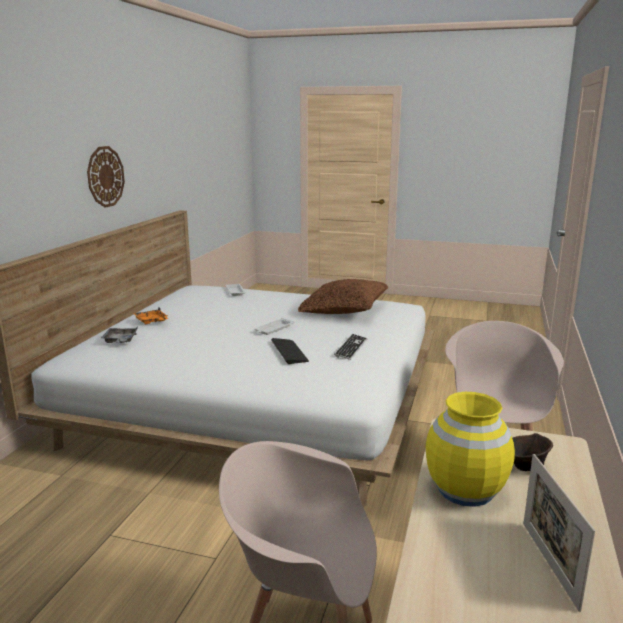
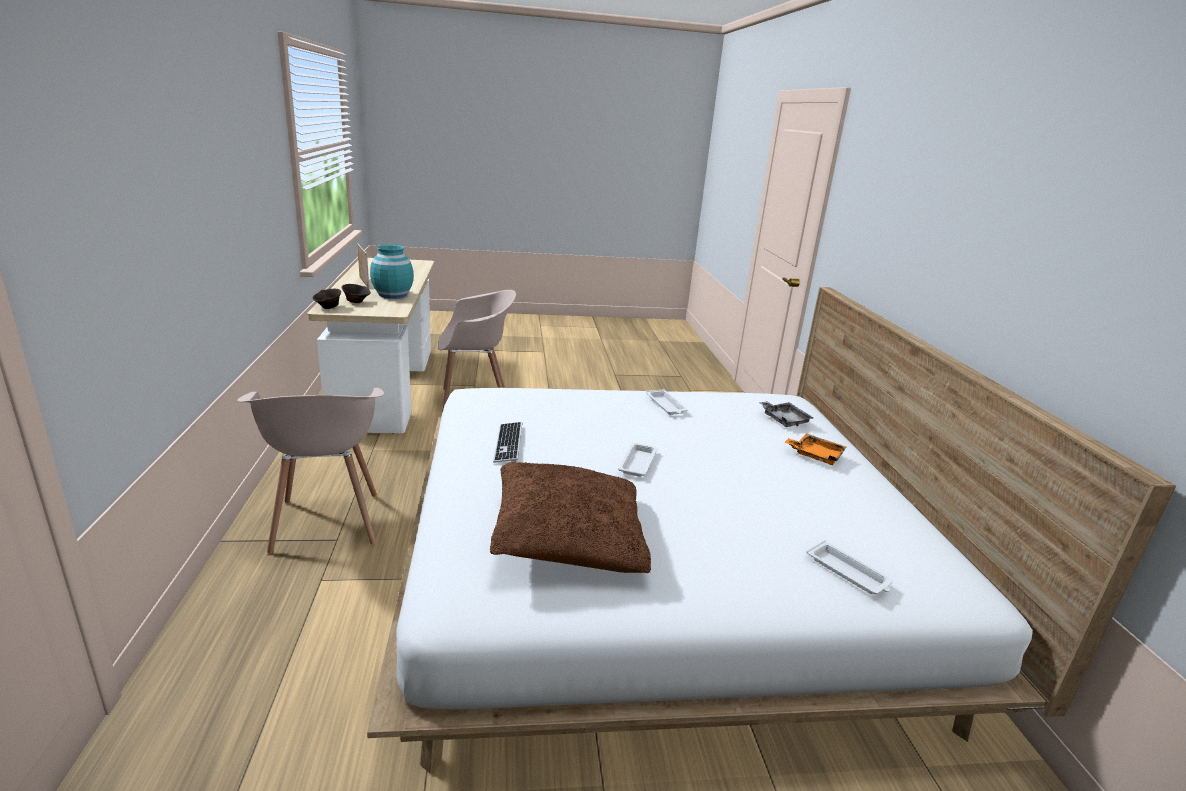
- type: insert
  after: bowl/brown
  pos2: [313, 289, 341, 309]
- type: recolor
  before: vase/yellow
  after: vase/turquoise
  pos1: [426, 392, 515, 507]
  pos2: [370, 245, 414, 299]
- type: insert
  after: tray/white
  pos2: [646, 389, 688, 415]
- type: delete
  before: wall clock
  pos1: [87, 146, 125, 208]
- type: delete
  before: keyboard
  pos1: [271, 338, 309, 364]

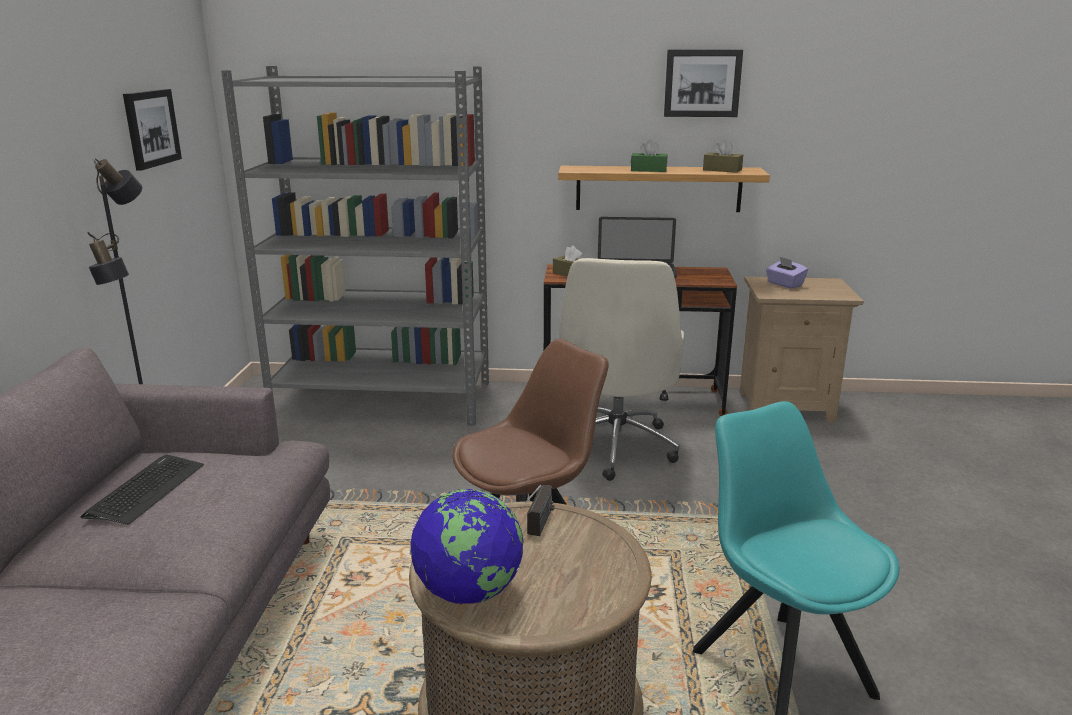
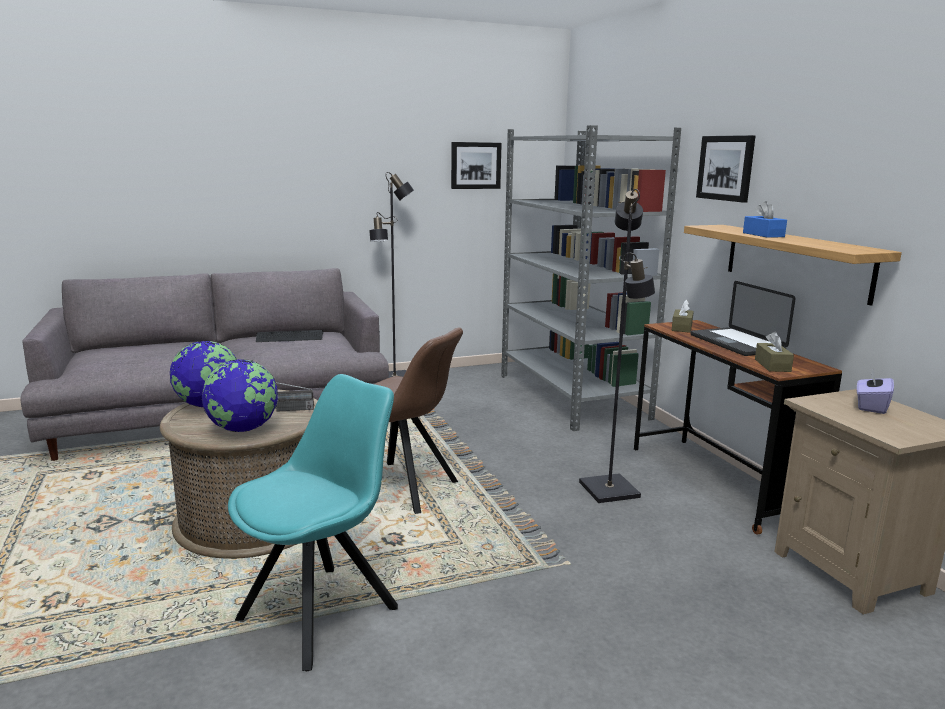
- type: insert
  after: globe
  pos2: [202, 359, 278, 432]
- type: replace
  before: office chair/beige
  after: floor lamp/black
  pos1: [559, 258, 685, 481]
  pos2: [579, 189, 655, 503]
- type: move
  before: picture
  pos1: [664, 49, 743, 117]
  pos2: [696, 135, 756, 203]
- type: recolor
  before: tissue box/green
  after: tissue box/blue
  pos1: [631, 139, 667, 172]
  pos2: [743, 201, 787, 238]
- type: move
  before: tissue box/brown
  pos1: [703, 139, 743, 173]
  pos2: [755, 332, 794, 372]

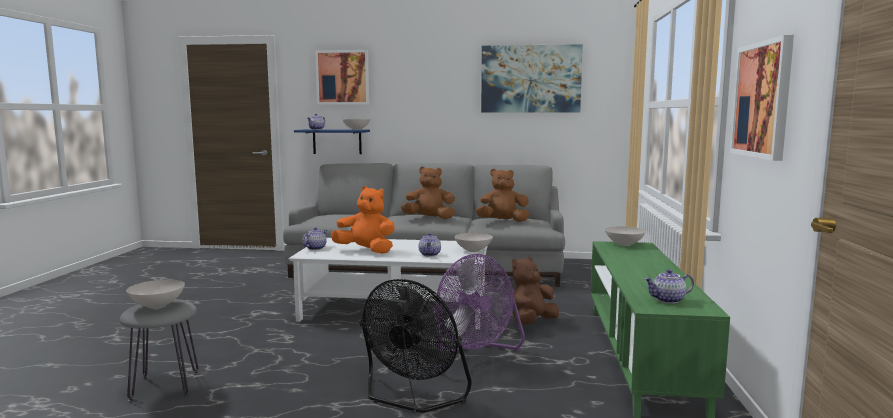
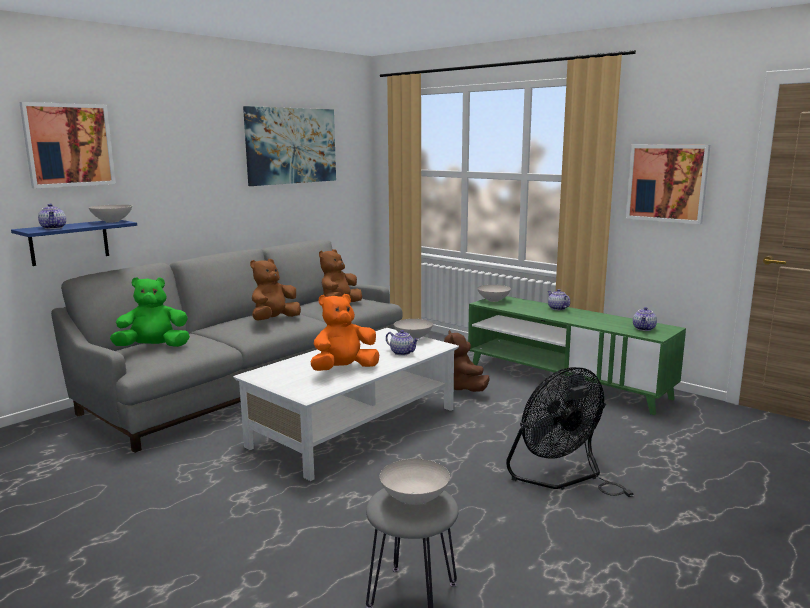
- type: insert
  after: plush toy/green
  pos2: [110, 277, 190, 347]
- type: move
  before: teapot
  pos1: [302, 227, 327, 250]
  pos2: [548, 289, 570, 310]
- type: delete
  before: fan/purple
  pos1: [431, 254, 525, 374]

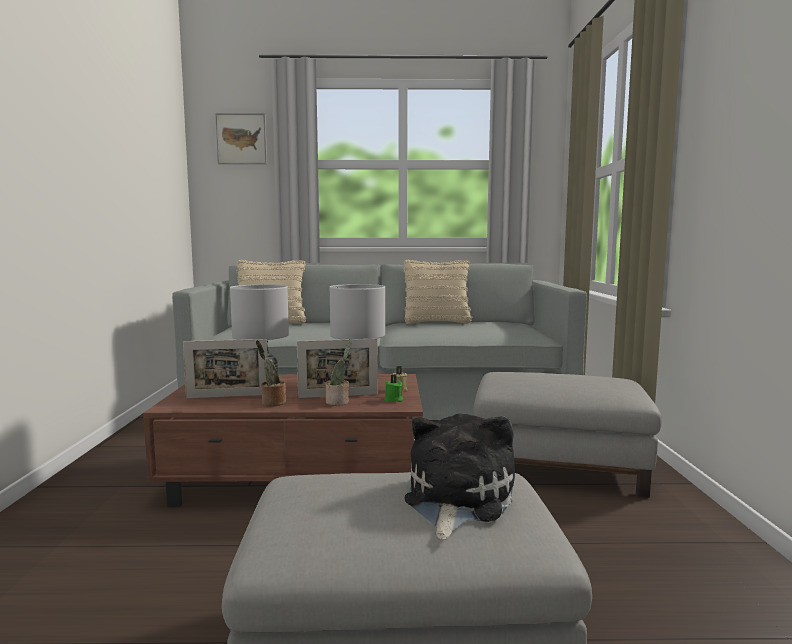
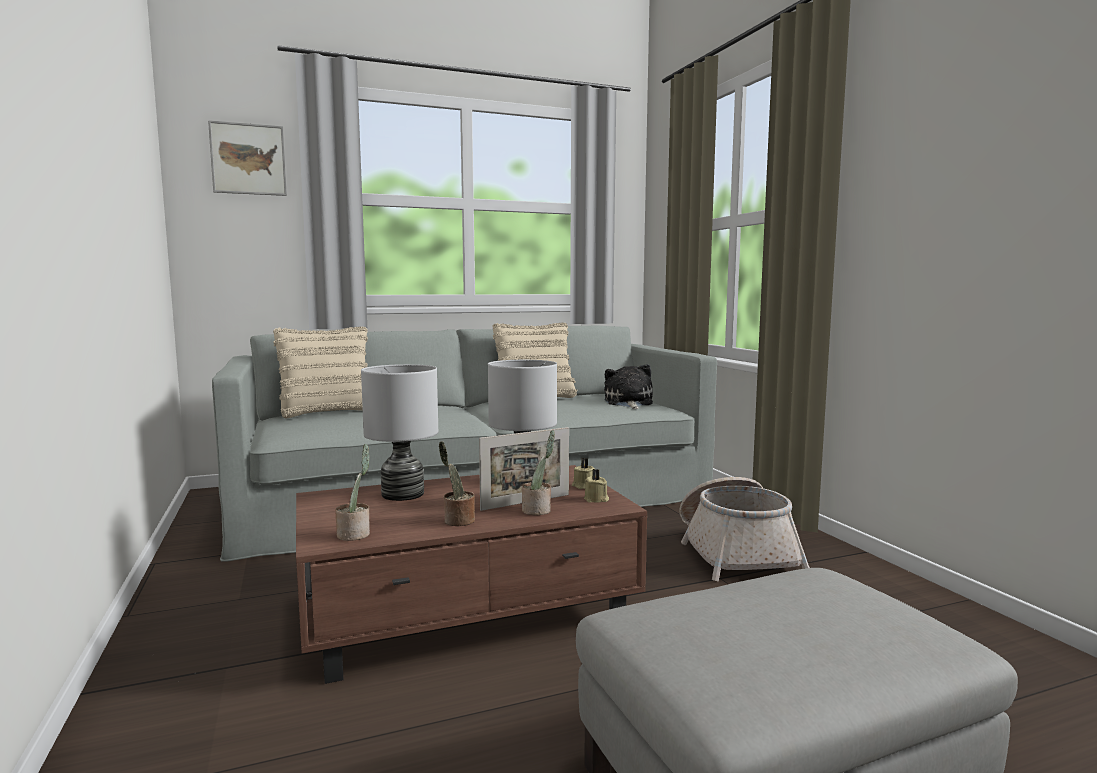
- type: insert
  after: potted plant
  pos2: [335, 444, 370, 541]
- type: recolor
  before: candle/green
  after: candle/beige
  pos1: [385, 374, 403, 402]
  pos2: [584, 469, 609, 503]
- type: move
  before: plush toy
  pos1: [404, 414, 515, 540]
  pos2: [604, 364, 653, 409]
- type: replace
  before: ottoman/grey
  after: basket
  pos1: [473, 372, 662, 498]
  pos2: [679, 477, 810, 581]
- type: delete
  before: picture frame
  pos1: [183, 339, 267, 398]

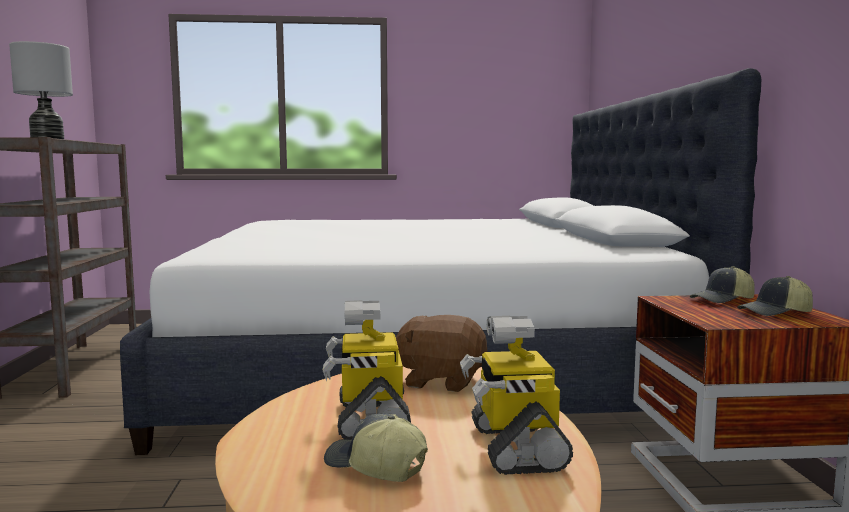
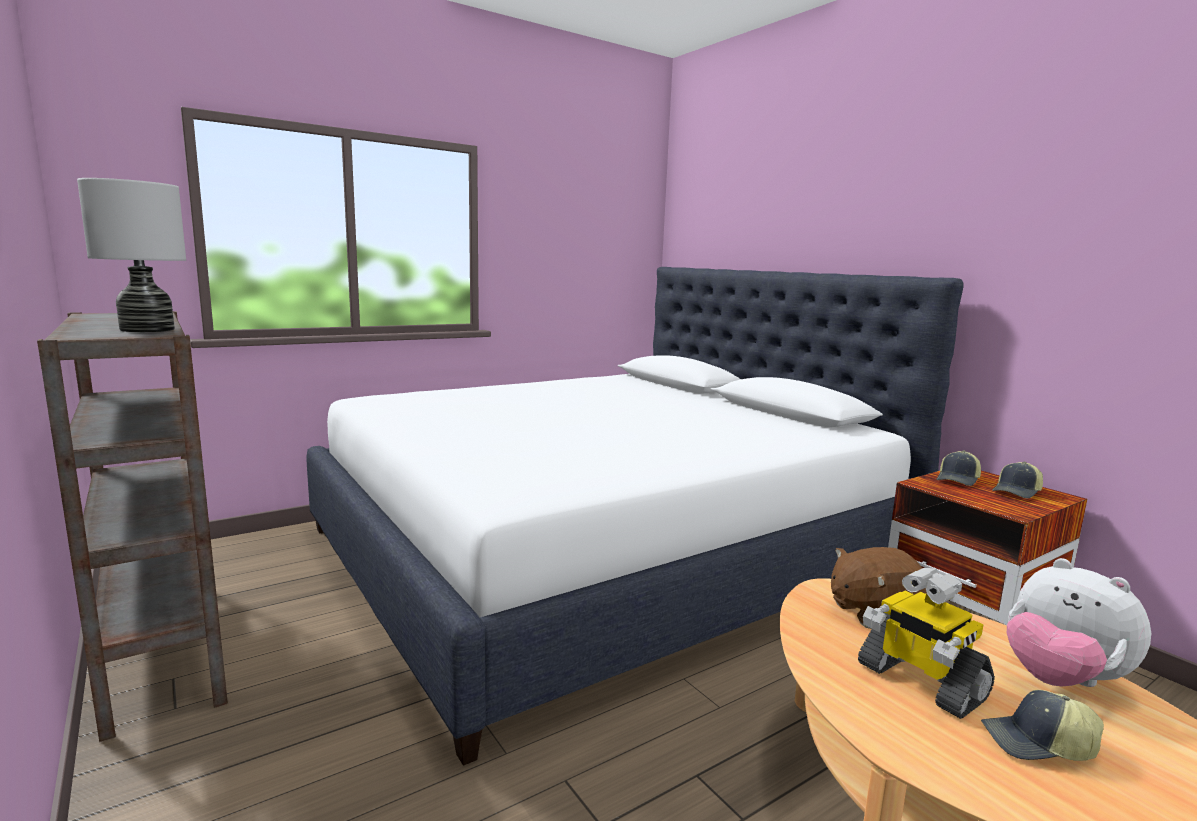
- type: replace
  before: toy robot
  after: plush toy
  pos1: [460, 316, 573, 475]
  pos2: [1007, 558, 1151, 687]

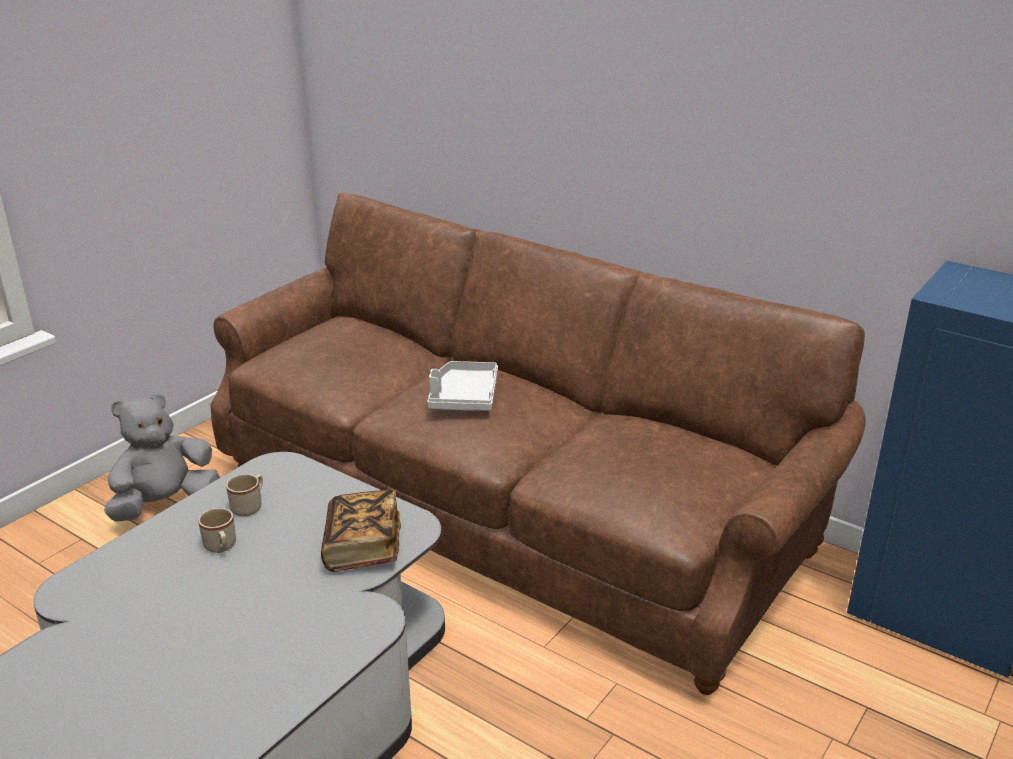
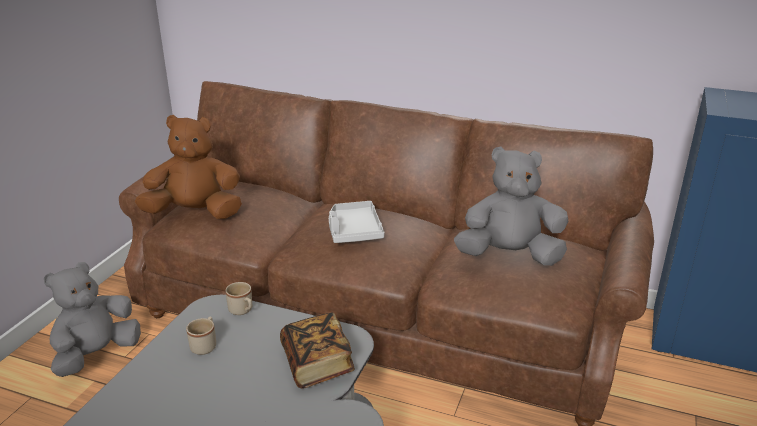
- type: insert
  after: plush toy/brown
  pos2: [135, 115, 242, 219]
- type: move
  before: mug/beige
  pos1: [198, 508, 236, 553]
  pos2: [225, 282, 252, 315]
- type: insert
  after: plush toy/grey
  pos2: [454, 147, 568, 266]

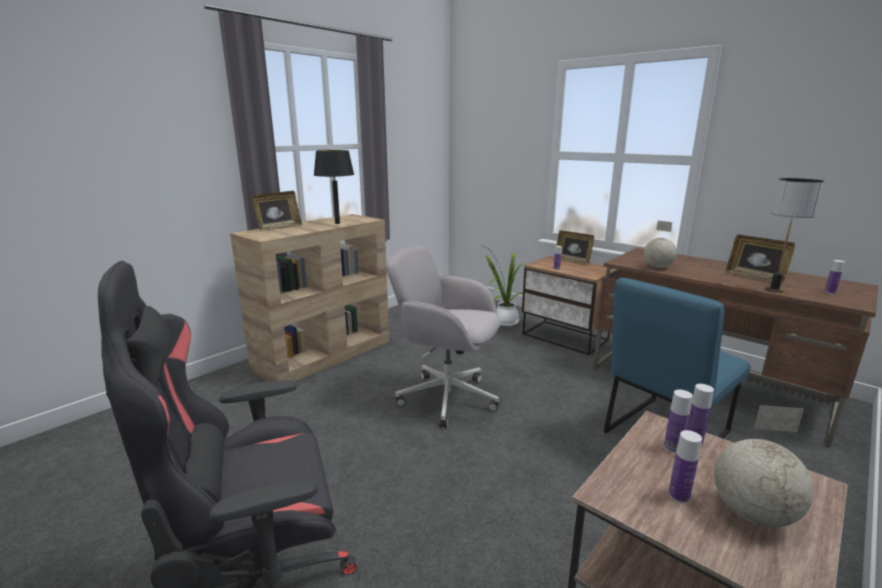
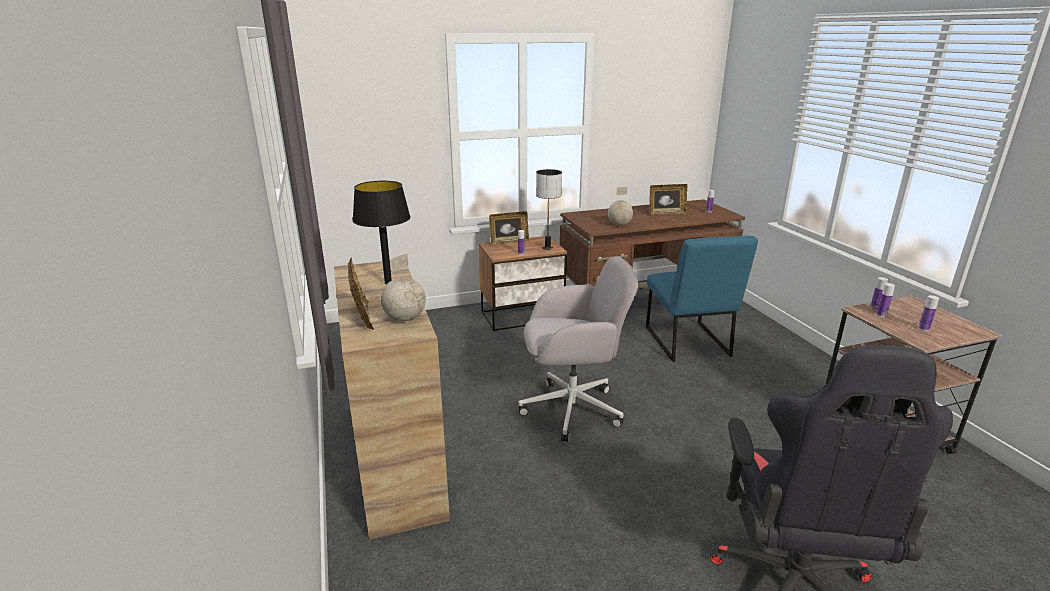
- type: move
  before: globe
  pos1: [714, 405, 814, 528]
  pos2: [381, 253, 426, 321]
- type: rotate
  before: office chair/grey
  pos1: [386, 245, 501, 428]
  pos2: [519, 256, 638, 442]
  turn: -150
- type: move
  before: table lamp
  pos1: [765, 178, 824, 293]
  pos2: [536, 169, 562, 250]
- type: delete
  before: potted plant
  pos1: [479, 245, 528, 326]

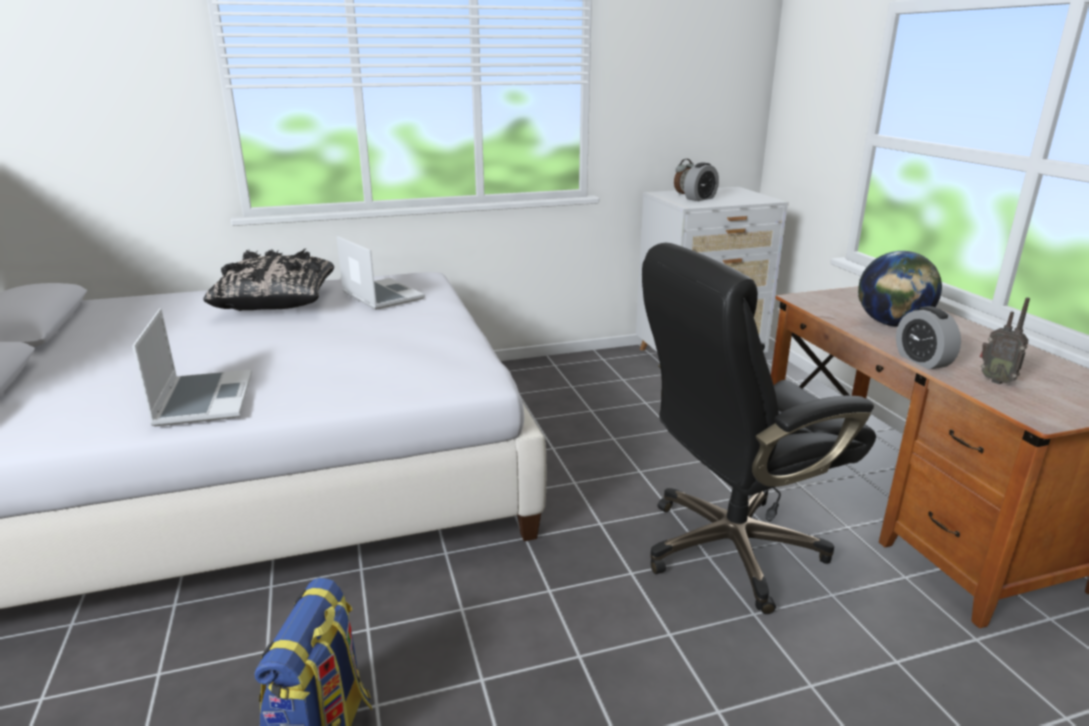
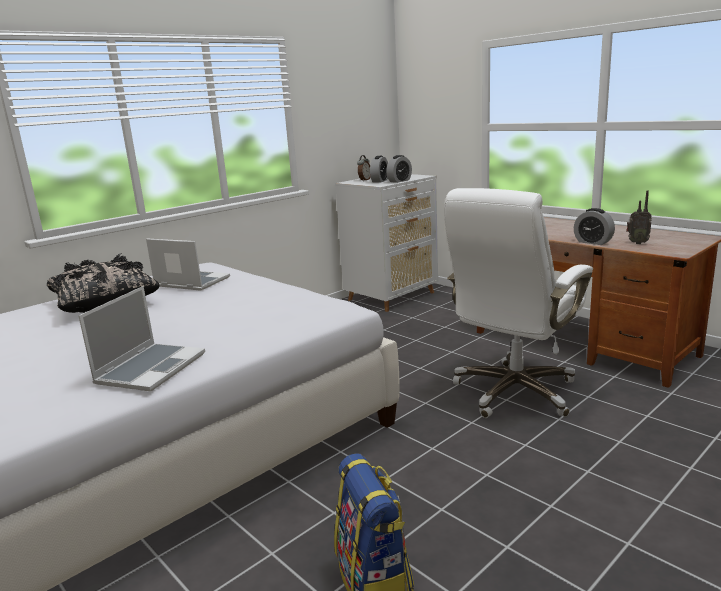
- type: rotate
  before: laptop
  pos1: [132, 308, 252, 426]
  pos2: [79, 286, 205, 392]
  turn: 60
- type: insert
  after: alarm clock
  pos2: [386, 155, 412, 183]
- type: recolor
  before: office chair/black
  after: office chair/white
  pos1: [642, 243, 876, 614]
  pos2: [444, 188, 593, 418]
- type: delete
  before: globe
  pos1: [858, 251, 942, 327]

